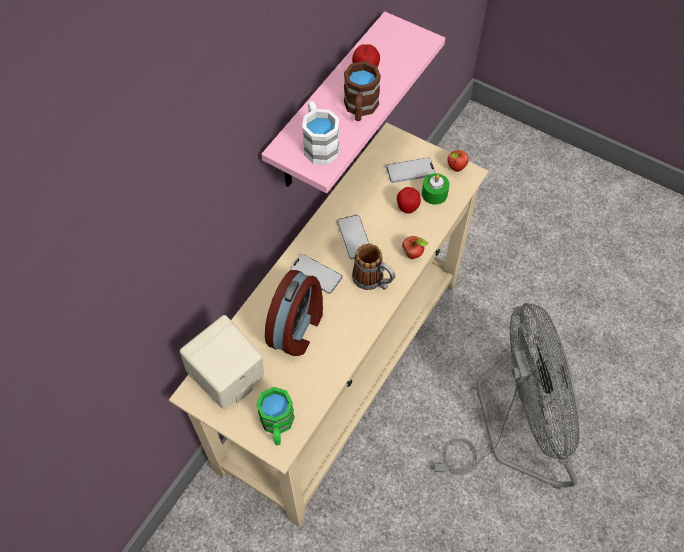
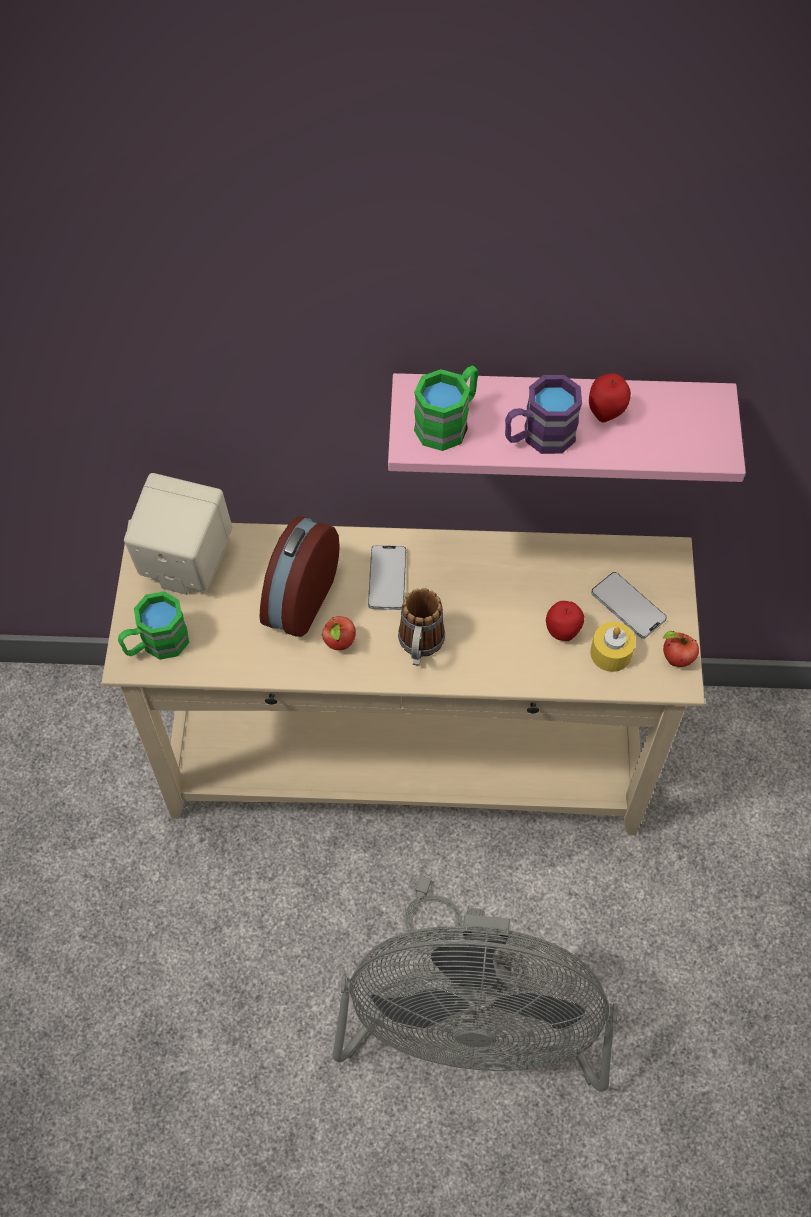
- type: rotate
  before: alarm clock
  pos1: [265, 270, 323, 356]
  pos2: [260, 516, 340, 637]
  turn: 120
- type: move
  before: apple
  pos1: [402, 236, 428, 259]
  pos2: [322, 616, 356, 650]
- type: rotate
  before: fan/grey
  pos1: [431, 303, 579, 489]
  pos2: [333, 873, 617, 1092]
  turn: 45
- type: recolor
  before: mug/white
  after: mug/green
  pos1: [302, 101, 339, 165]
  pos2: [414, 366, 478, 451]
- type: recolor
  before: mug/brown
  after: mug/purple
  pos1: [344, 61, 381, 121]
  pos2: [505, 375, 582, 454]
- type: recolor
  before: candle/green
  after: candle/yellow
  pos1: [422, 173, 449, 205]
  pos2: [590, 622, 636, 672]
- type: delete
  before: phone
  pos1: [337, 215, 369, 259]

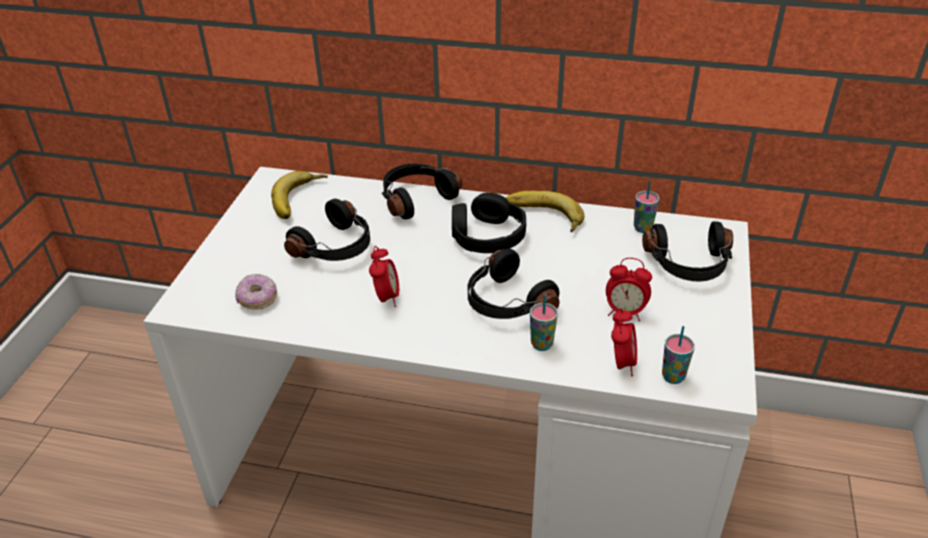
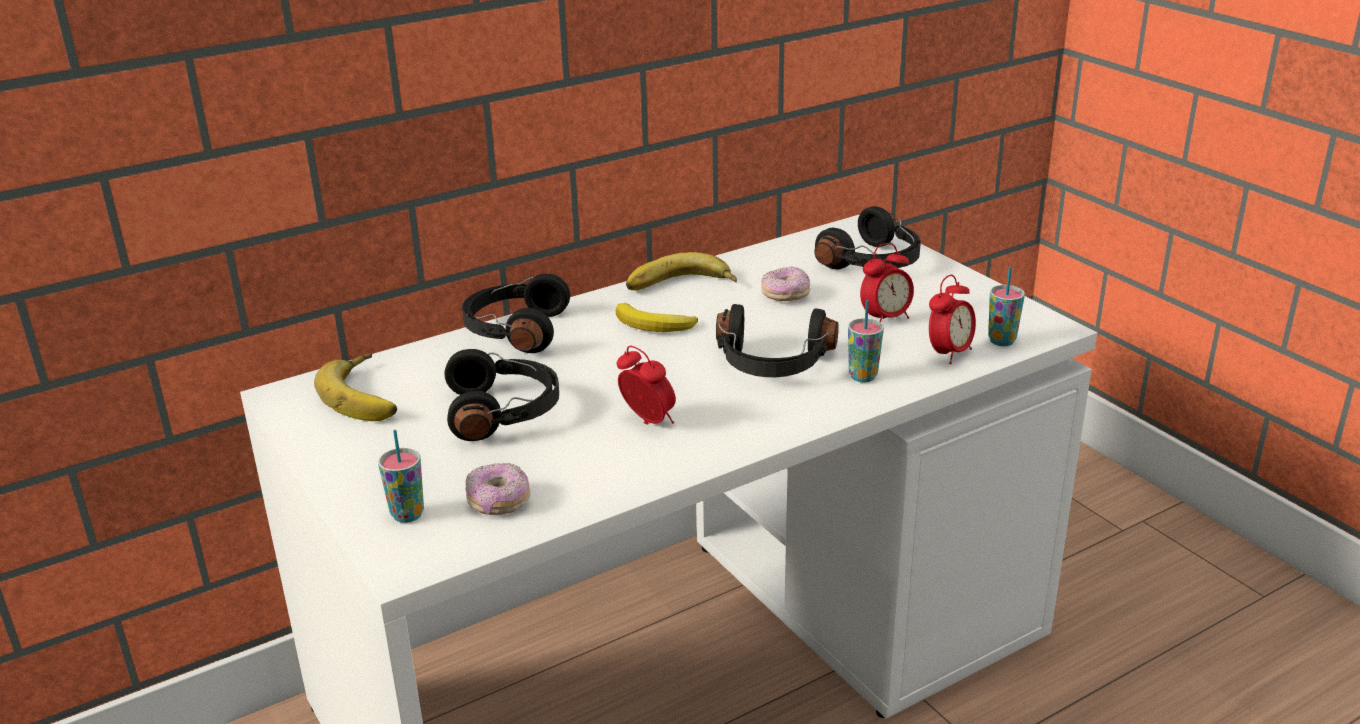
- type: move
  before: cup
  pos1: [634, 181, 660, 233]
  pos2: [378, 430, 424, 523]
- type: replace
  before: headphones/black
  after: banana
  pos1: [452, 193, 526, 253]
  pos2: [616, 303, 698, 332]
- type: insert
  after: donut
  pos2: [761, 266, 810, 301]
- type: rotate
  before: alarm clock
  pos1: [611, 308, 637, 376]
  pos2: [929, 275, 976, 364]
  turn: 75

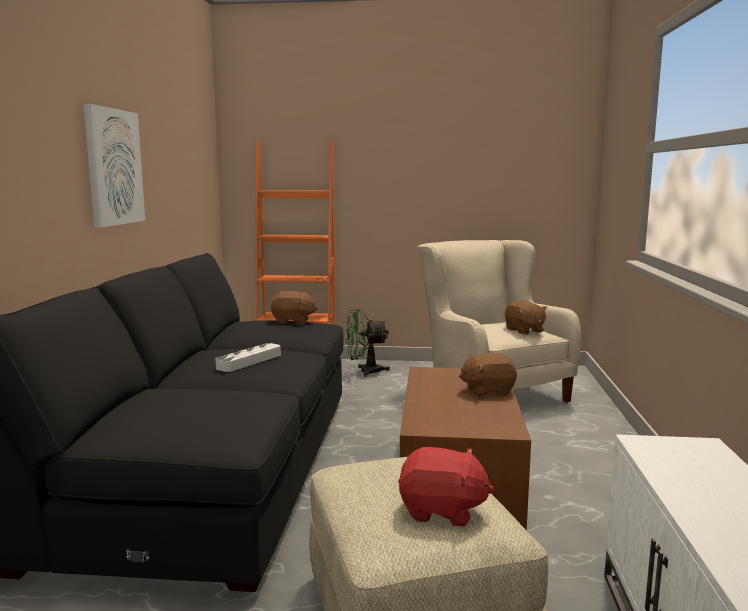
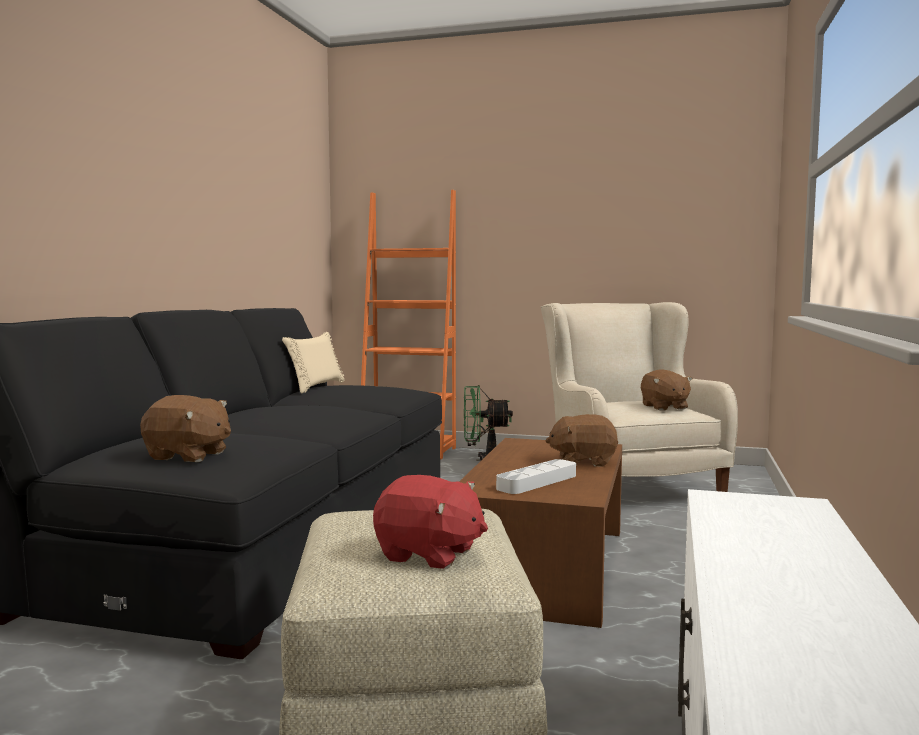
- type: move
  before: plush toy/brown
  pos1: [271, 291, 318, 325]
  pos2: [140, 395, 231, 462]
- type: insert
  after: pillow/beige
  pos2: [282, 332, 345, 393]
- type: move
  before: tray/grey
  pos1: [216, 343, 281, 372]
  pos2: [496, 459, 576, 494]
- type: delete
  before: picture
  pos1: [84, 104, 145, 228]

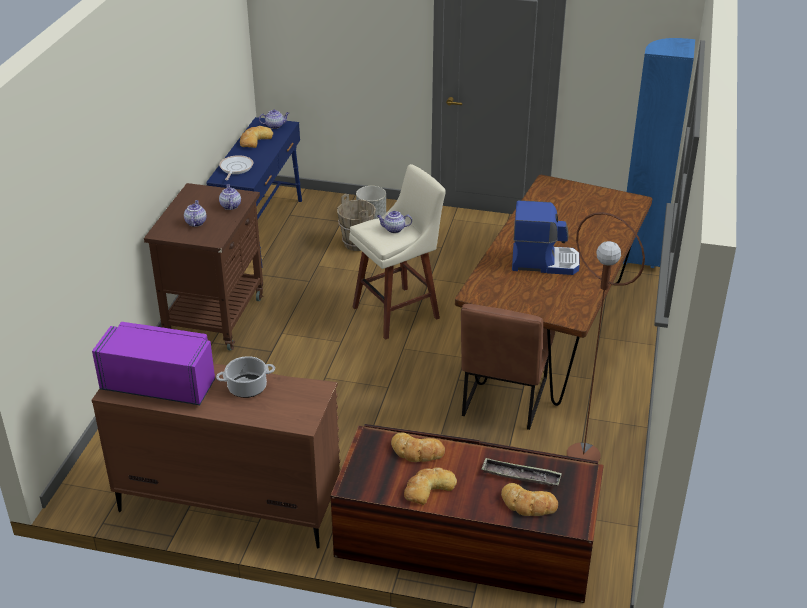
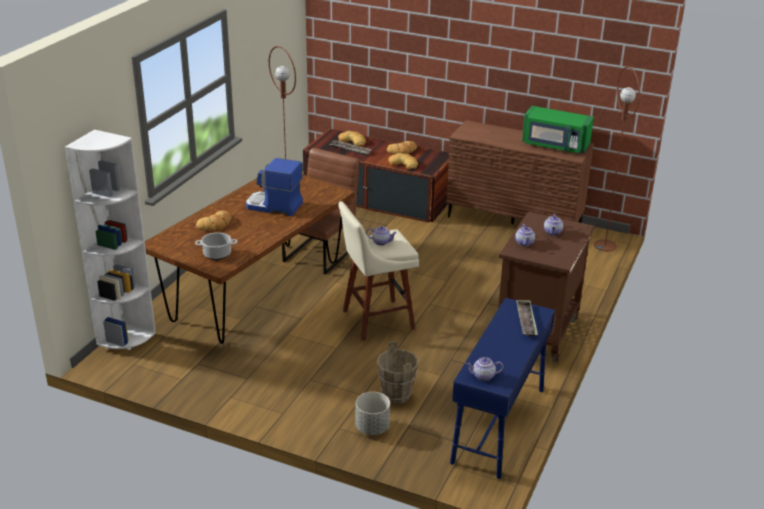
- type: recolor
  before: bookcase/blue
  after: bookcase/white
  pos1: [623, 38, 695, 268]
  pos2: [65, 130, 156, 350]
- type: move
  before: cooking pot
  pos1: [216, 356, 275, 398]
  pos2: [195, 232, 238, 260]
- type: move
  before: bread
  pos1: [240, 126, 273, 148]
  pos2: [196, 211, 232, 231]
- type: replace
  before: frying pan
  after: tray
  pos1: [219, 155, 253, 180]
  pos2: [516, 300, 538, 337]
- type: recolor
  before: microwave/purple
  after: microwave/green
  pos1: [92, 322, 215, 405]
  pos2: [522, 106, 594, 153]
- type: insert
  after: floor lamp/brown
  pos2: [594, 66, 640, 251]

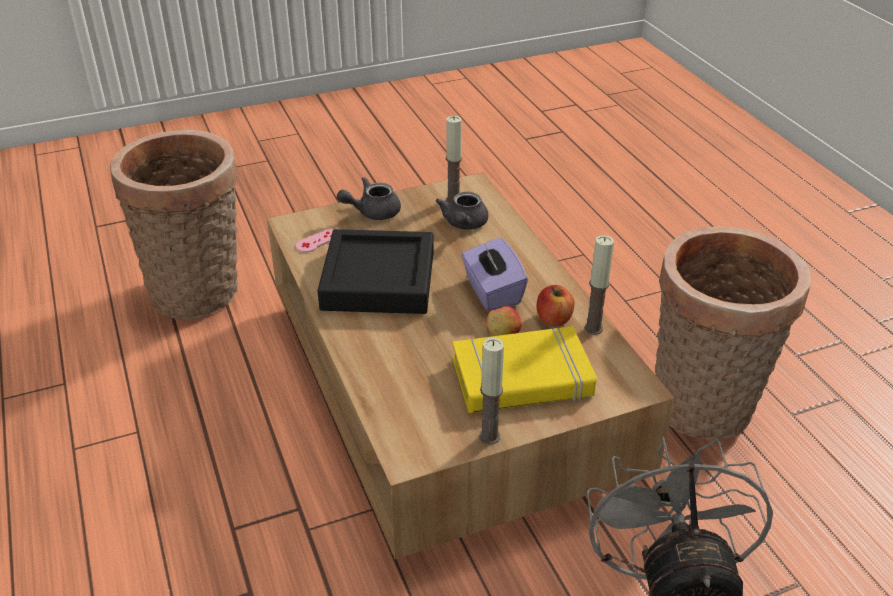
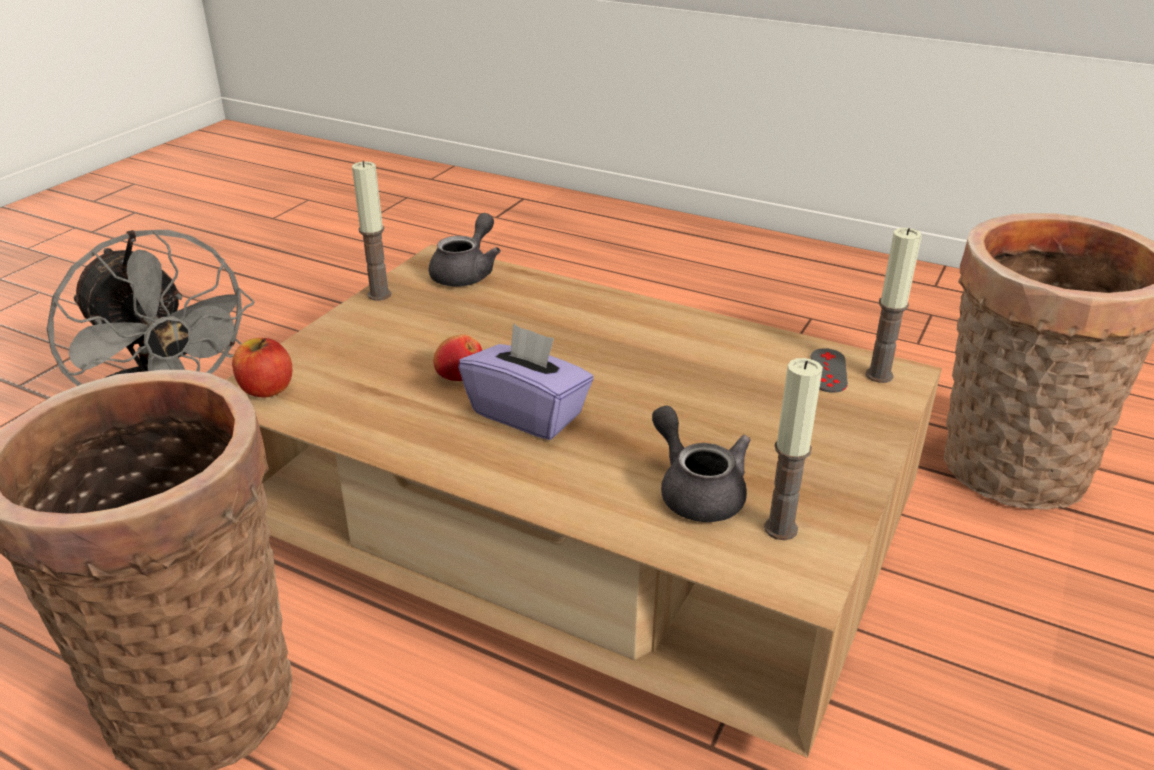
- type: move
  before: apple
  pos1: [537, 285, 575, 326]
  pos2: [232, 338, 292, 398]
- type: move
  before: teapot/grey
  pos1: [337, 177, 401, 220]
  pos2: [429, 213, 501, 287]
- type: recolor
  before: game controller/pink
  after: game controller/grey
  pos1: [296, 229, 334, 252]
  pos2: [810, 348, 848, 393]
- type: move
  before: candle
  pos1: [584, 235, 614, 335]
  pos2: [865, 228, 922, 383]
- type: delete
  before: tray/black
  pos1: [317, 229, 434, 314]
- type: delete
  before: book/yellow
  pos1: [452, 326, 597, 413]

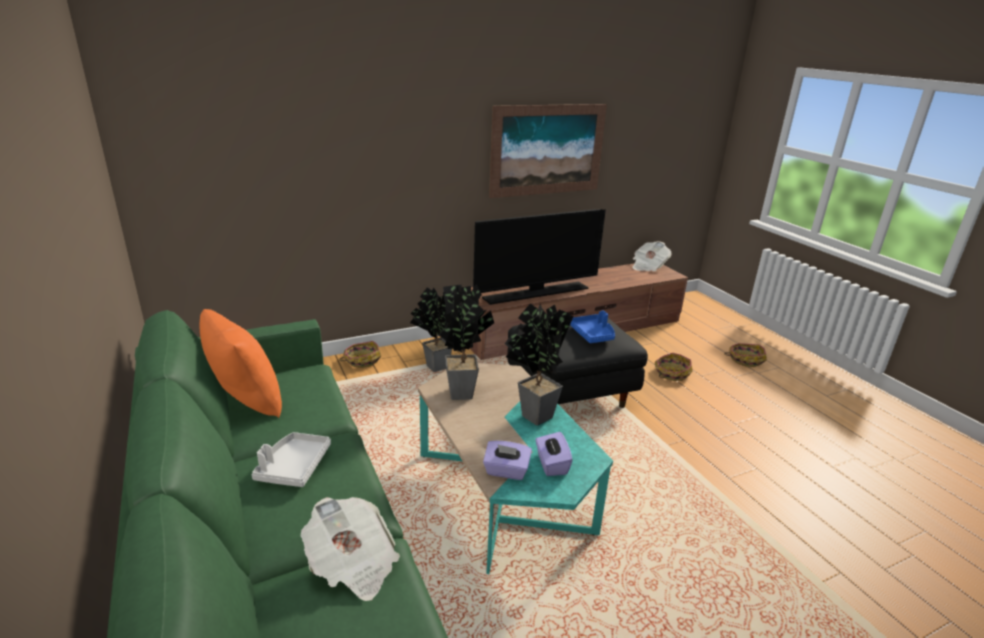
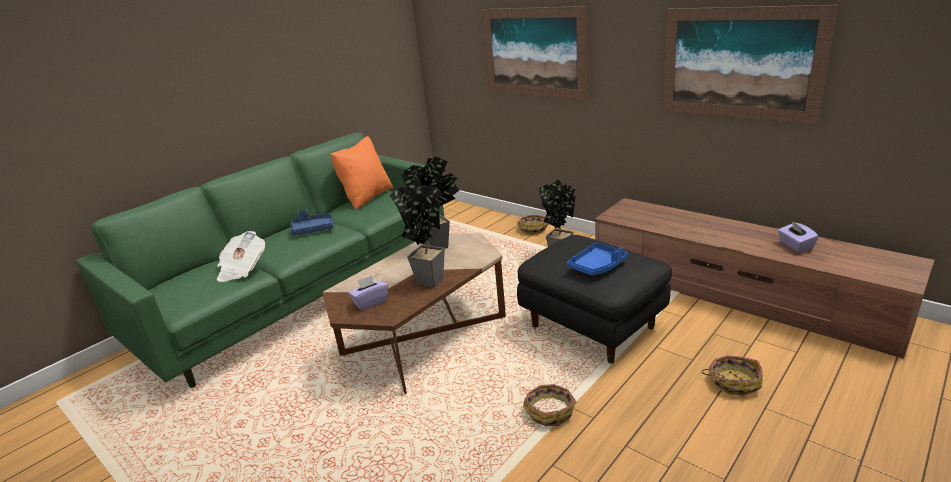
- type: recolor
  before: tray/grey
  after: tray/blue
  pos1: [251, 432, 331, 487]
  pos2: [290, 209, 333, 236]
- type: recolor
  before: coffee table/turquoise
  after: coffee table/brown
  pos1: [418, 363, 613, 574]
  pos2: [322, 233, 506, 394]
- type: insert
  after: picture
  pos2: [482, 6, 588, 100]
- type: move
  before: basket
  pos1: [724, 343, 767, 367]
  pos2: [523, 384, 576, 426]
- type: move
  before: tissue box/purple
  pos1: [483, 440, 532, 480]
  pos2: [778, 221, 819, 252]
- type: delete
  before: television
  pos1: [473, 209, 606, 305]
- type: delete
  before: newspaper
  pos1: [632, 241, 672, 272]

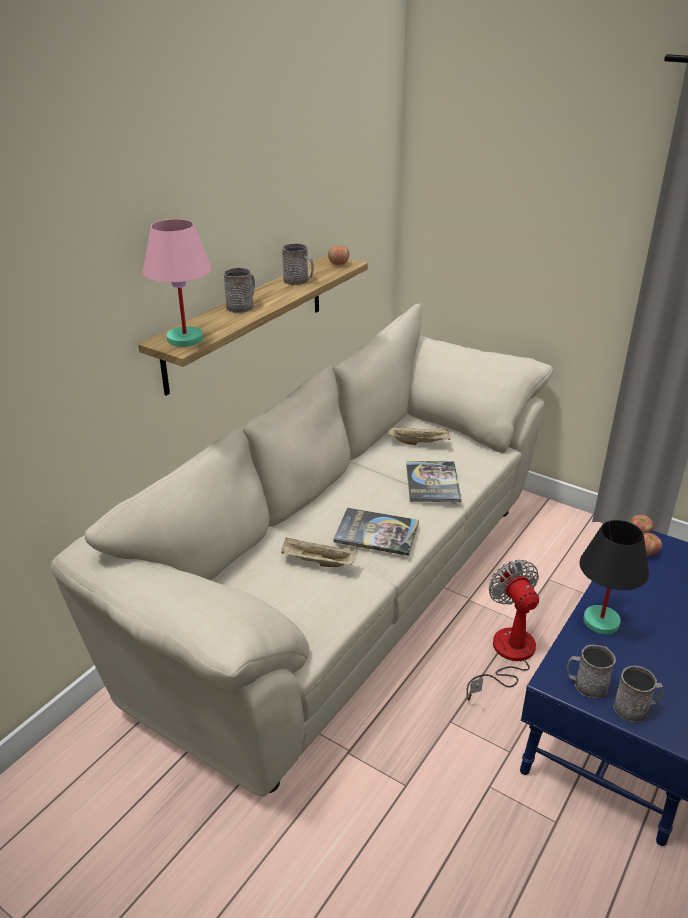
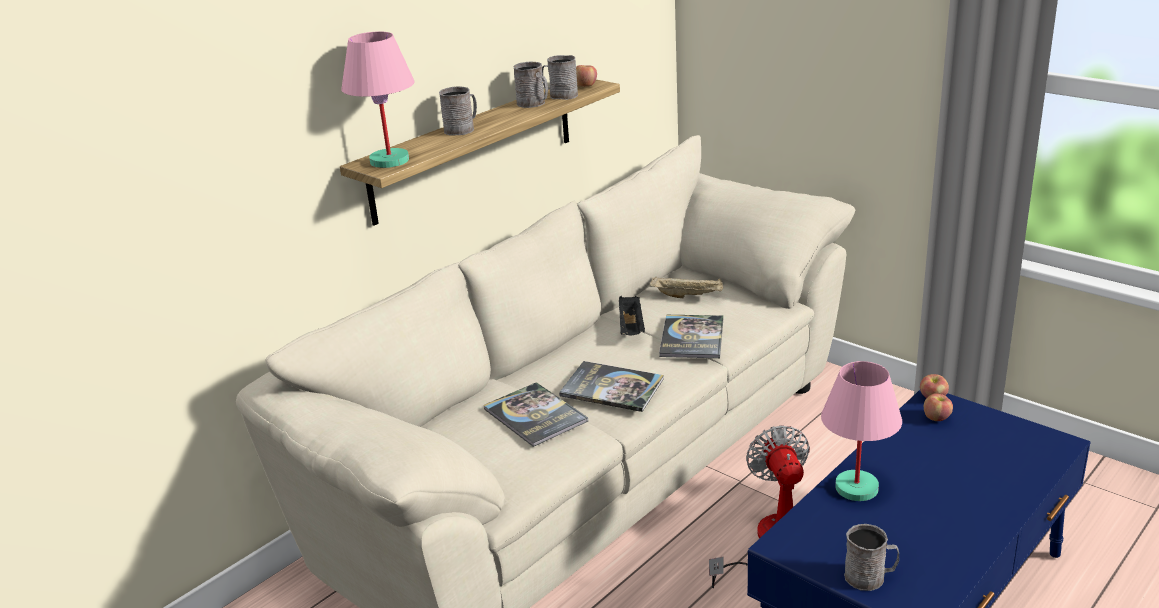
- type: replace
  before: tray/beige
  after: book
  pos1: [281, 537, 358, 567]
  pos2: [484, 382, 588, 447]
- type: move
  before: mug/grey
  pos1: [567, 645, 616, 698]
  pos2: [542, 55, 578, 100]
- type: insert
  after: tray/black
  pos2: [619, 296, 645, 335]
- type: recolor
  before: table lamp/black
  after: table lamp/pink
  pos1: [579, 520, 649, 634]
  pos2: [821, 361, 902, 501]

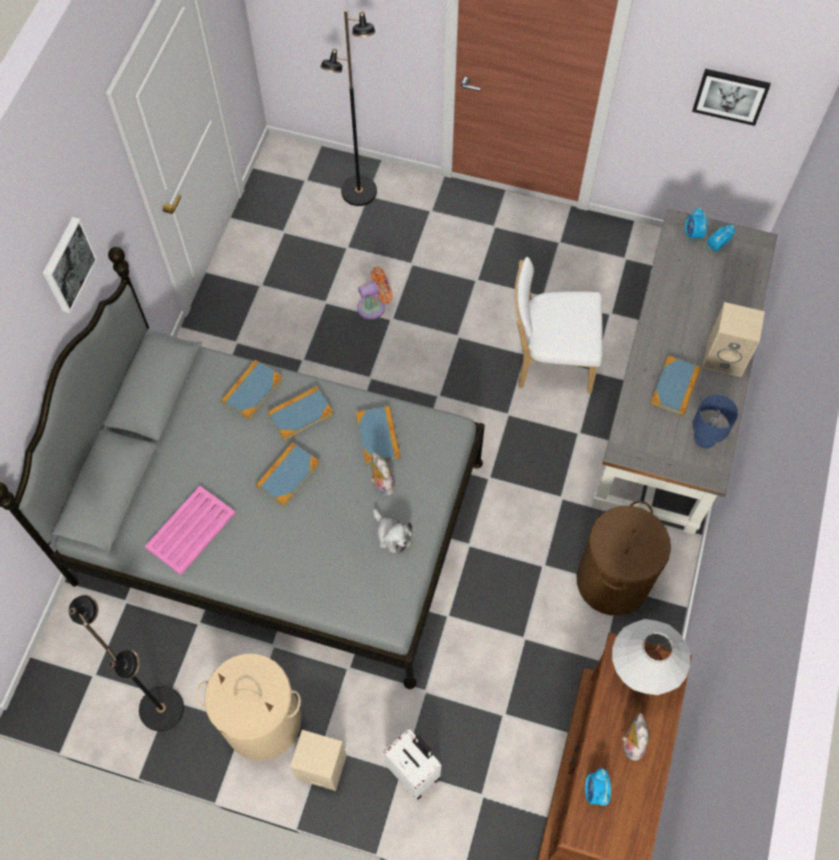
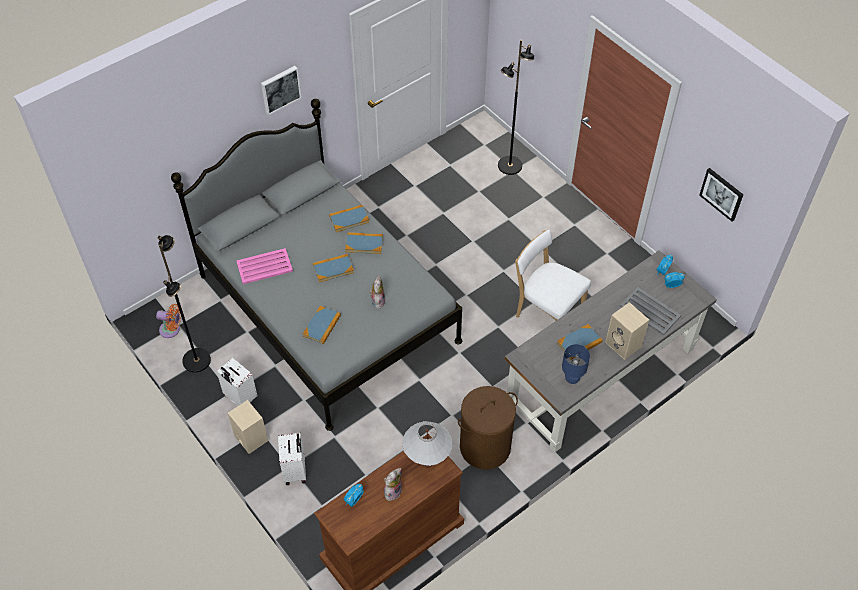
- type: move
  before: fan/orange
  pos1: [357, 267, 393, 320]
  pos2: [156, 304, 181, 338]
- type: replace
  before: laundry basket/beige
  after: suitcase/white
  pos1: [196, 653, 301, 761]
  pos2: [216, 358, 257, 406]
- type: move
  before: book
  pos1: [356, 406, 401, 465]
  pos2: [303, 306, 341, 344]
- type: insert
  after: tray/grey
  pos2: [620, 287, 681, 336]
- type: delete
  before: plush toy
  pos1: [373, 508, 412, 554]

